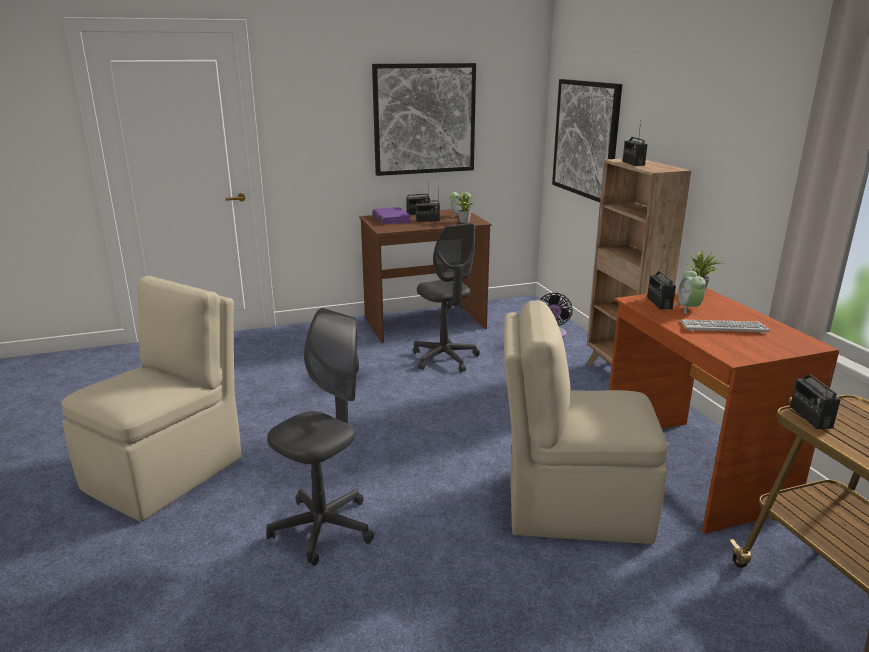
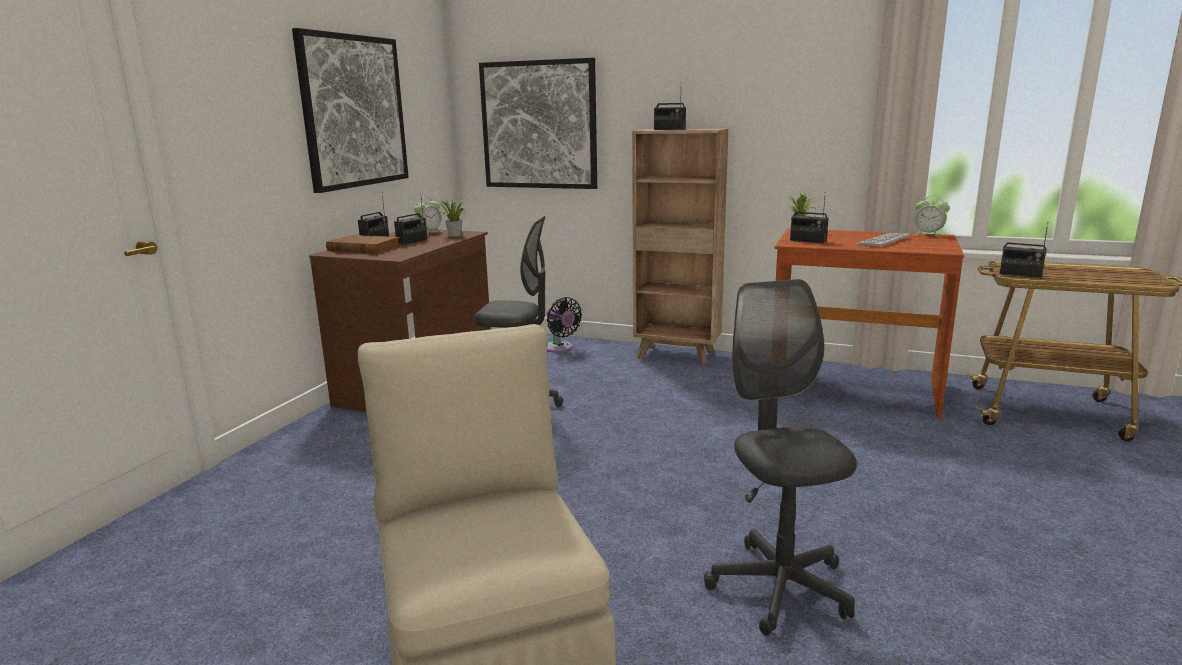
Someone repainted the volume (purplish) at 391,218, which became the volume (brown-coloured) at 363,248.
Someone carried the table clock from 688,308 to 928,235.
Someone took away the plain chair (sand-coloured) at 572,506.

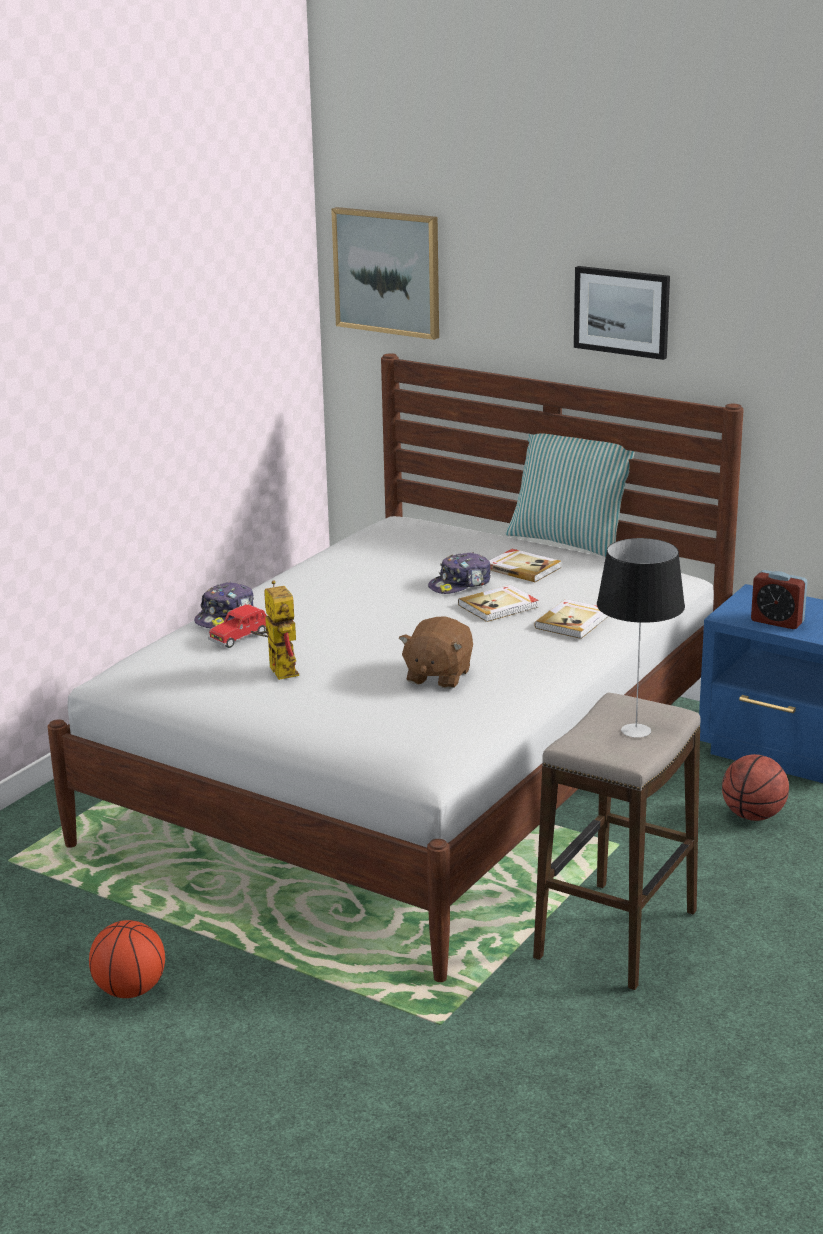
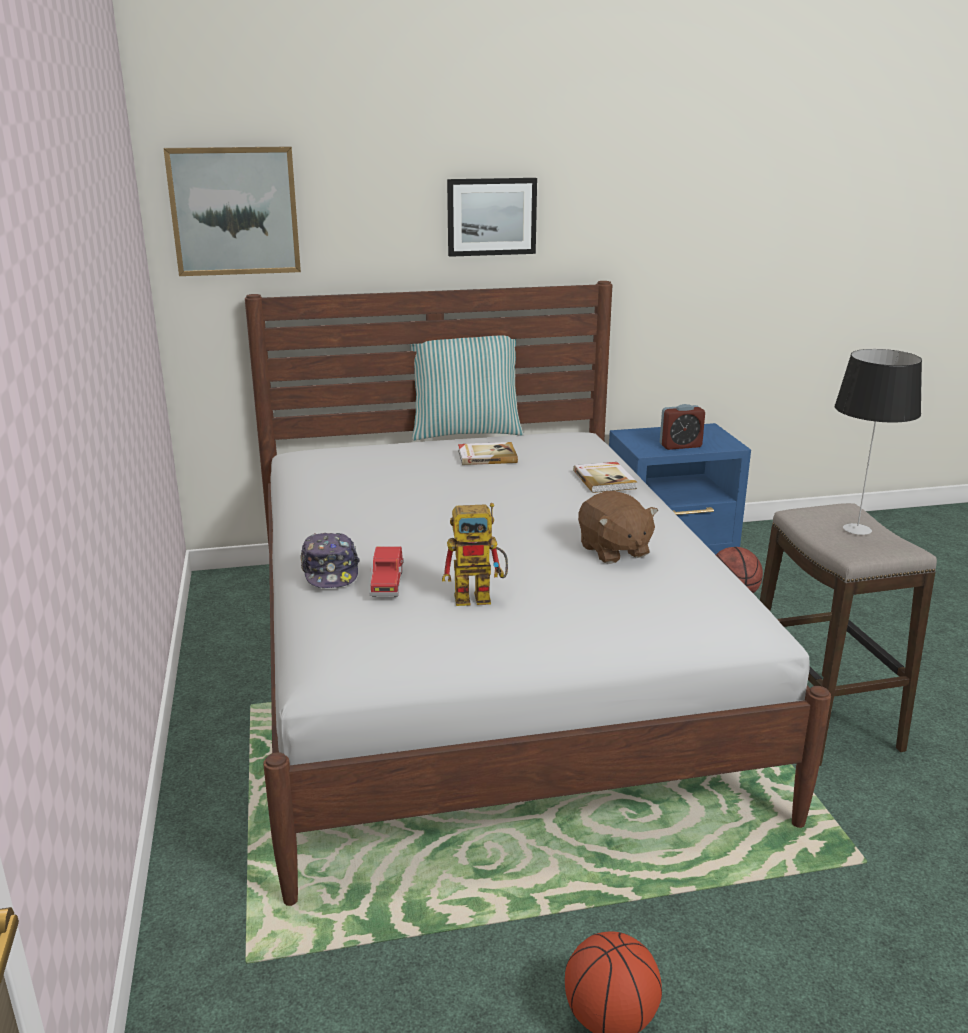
Someone took away the baseball cap at 460,584.
Someone rotated the toy robot at 278,669 by 150 degrees clockwise.
Someone took away the volume at 499,606.

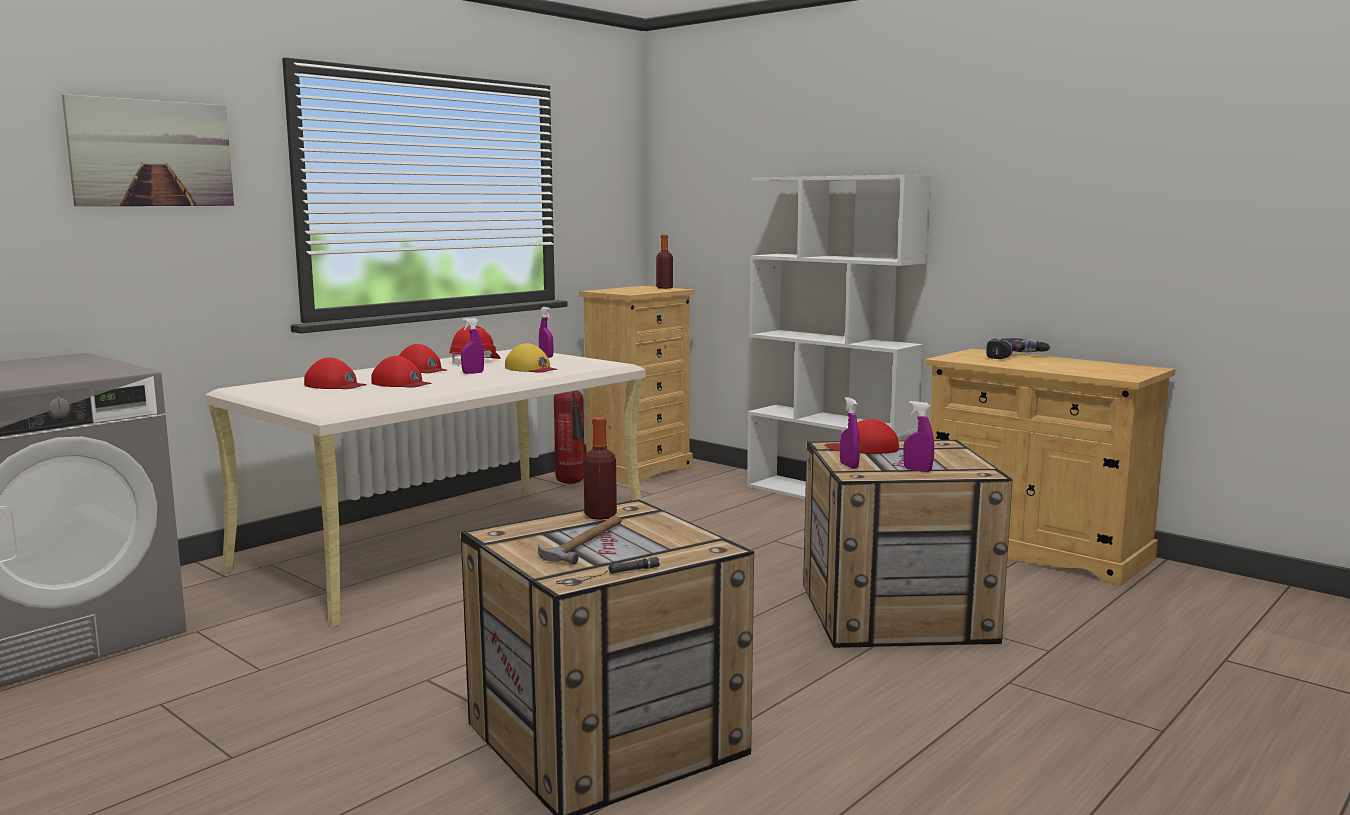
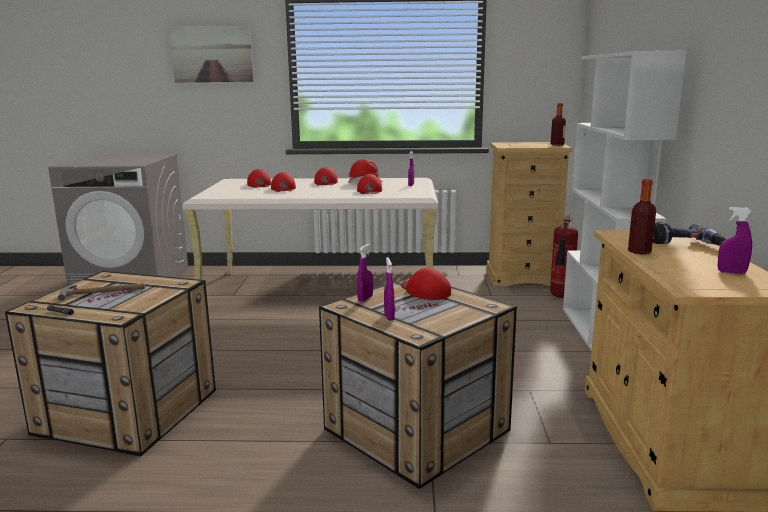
Someone carried the hand sprayer (purplish) from 473,373 to 731,272.
Someone repainted the baseball cap (yellow) at 531,369, which became the baseball cap (red) at 369,191.
Someone carried the extinguisher from 572,483 to 561,297.
Someone carried the beverage bottle from 600,515 to 639,251.

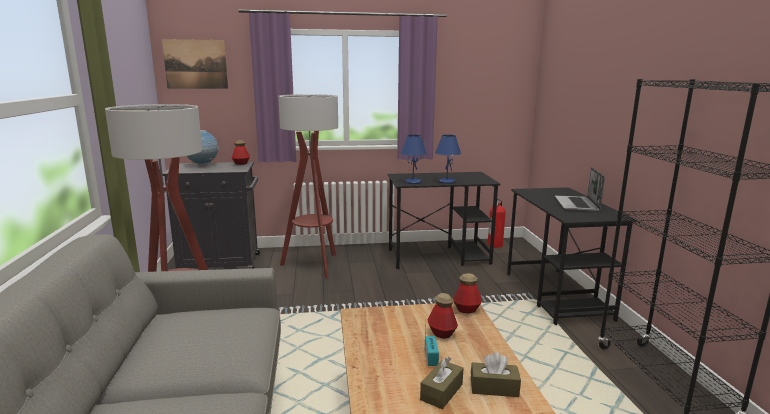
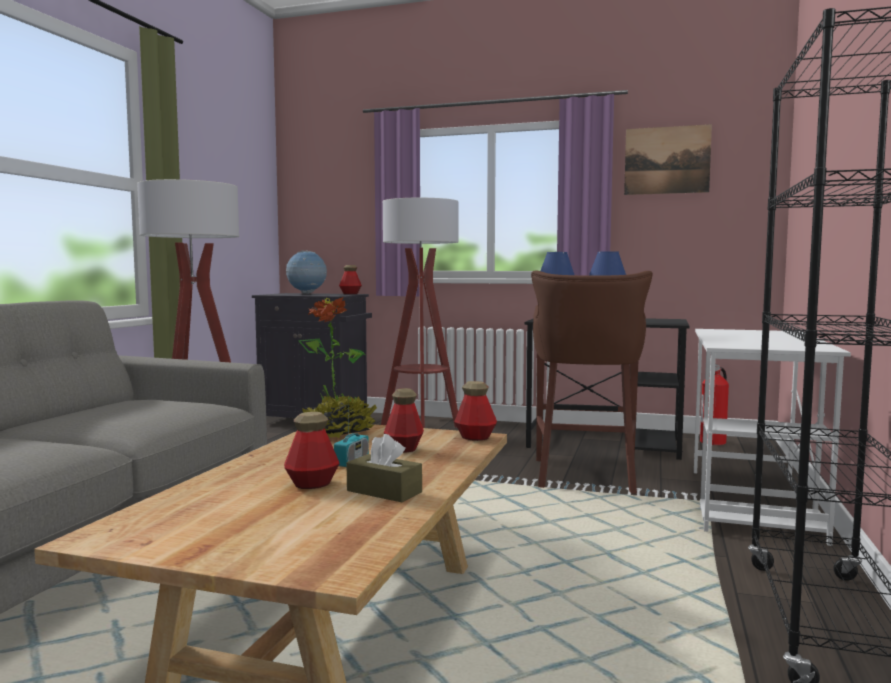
Someone carried the wall art from 195,64 to 667,160.
Someone took away the notebook computer at 577,205.
Someone repainted the desk (blackish) at 557,296, which became the desk (whitish) at 752,503.
Someone swapped the box of tissues (brown-coloured) at 441,392 for the beverage bottle at 312,484.
Someone put down the stool seat (brown-coloured) at 585,476.
Someone put down the plant in a pot at 339,433.

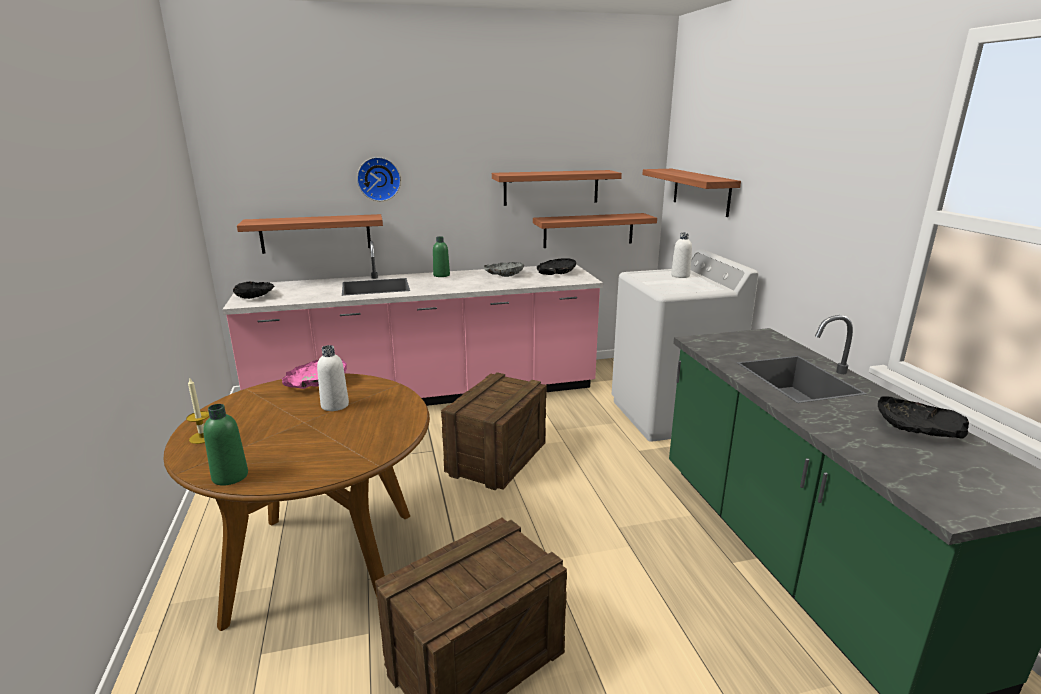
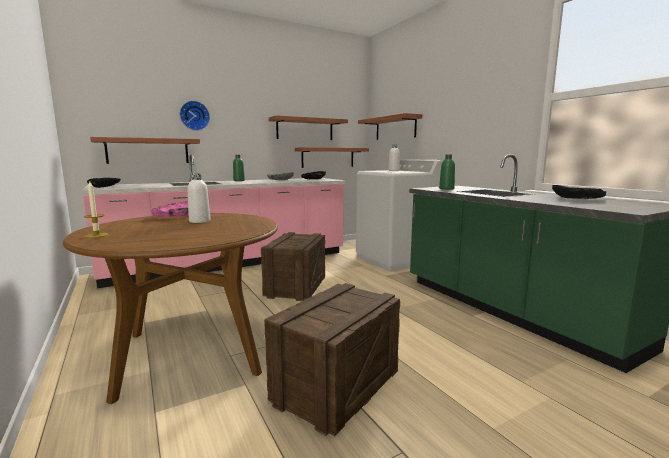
Someone carried the beverage bottle (green) from 230,476 to 446,189.

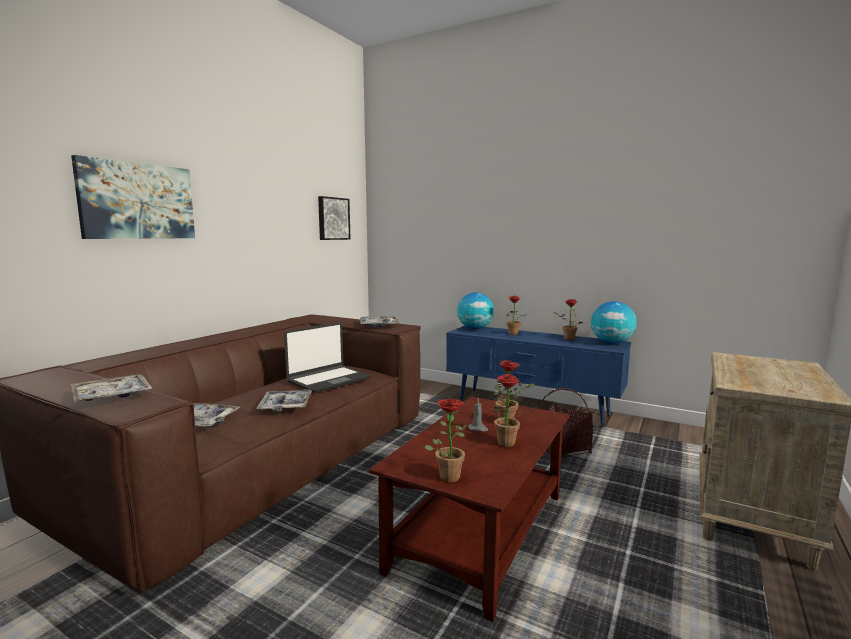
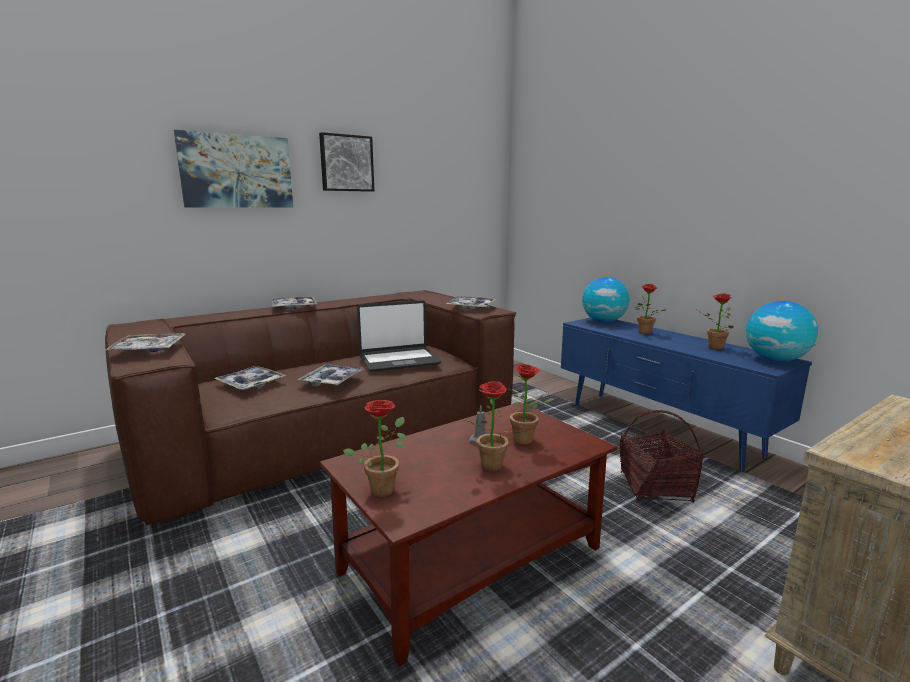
Someone carried the wall art from 333,218 to 346,163.
Someone put down the carrying tray at 294,307.

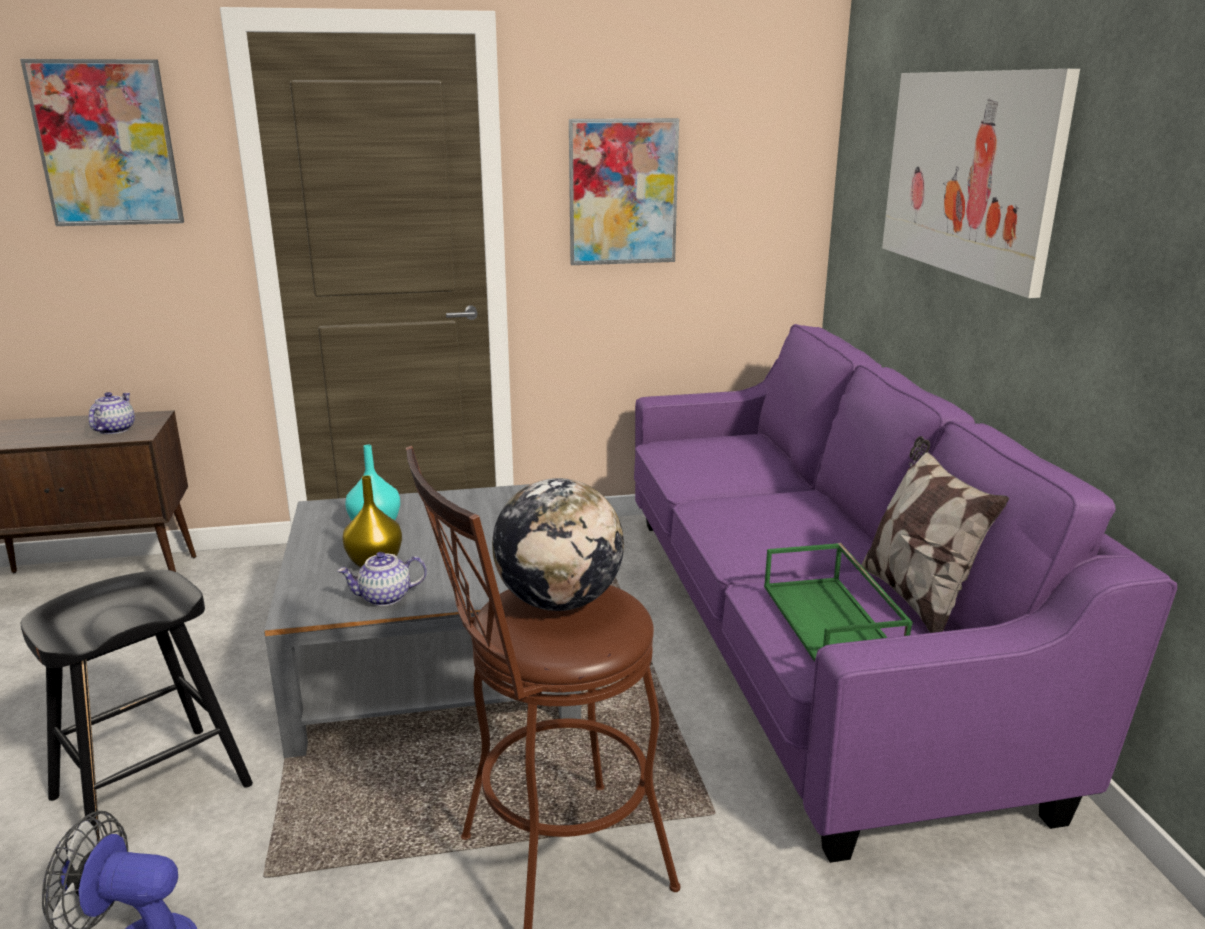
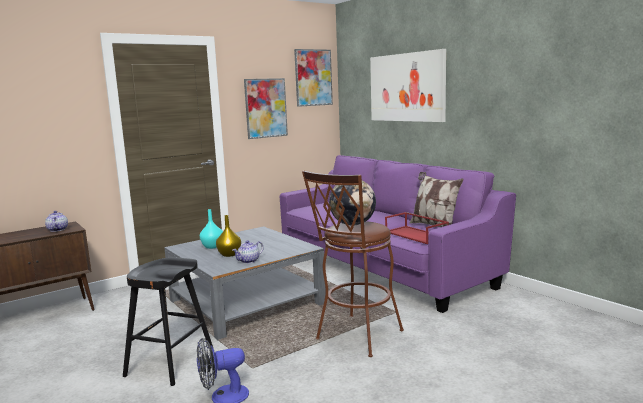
Someone carried the wall art from 107,144 to 313,77.
Someone repainted the carrying tray (green) at 832,623, which became the carrying tray (red) at 416,235.

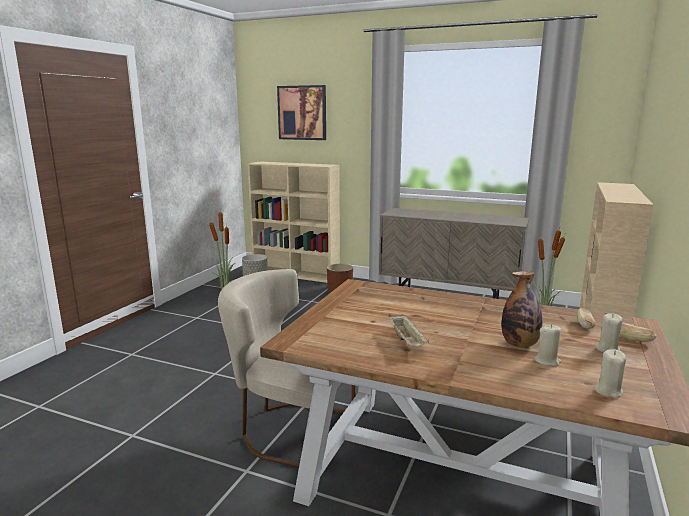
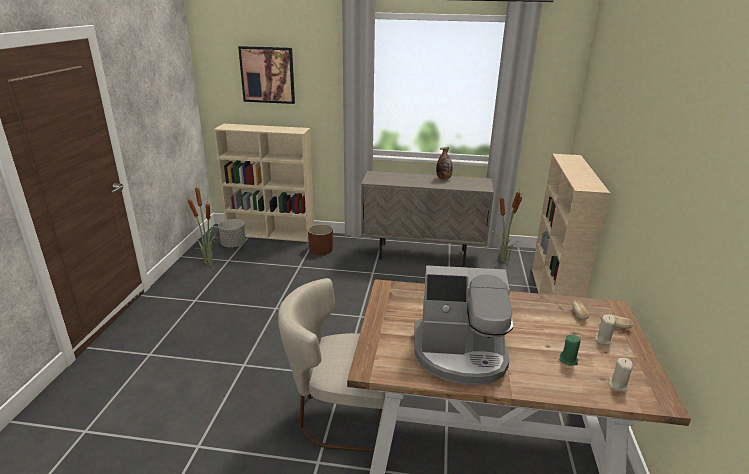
Someone carried the beverage bottle from 519,344 to 443,178.
Someone swapped the carrying tray (sand-coloured) at 407,341 for the coffee machine at 460,354.
Someone repainted the wax candle (sand-coloured) at 547,361, which became the wax candle (green) at 568,360.

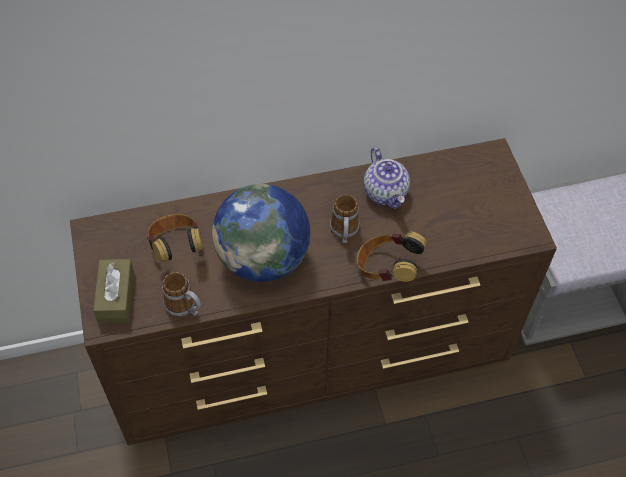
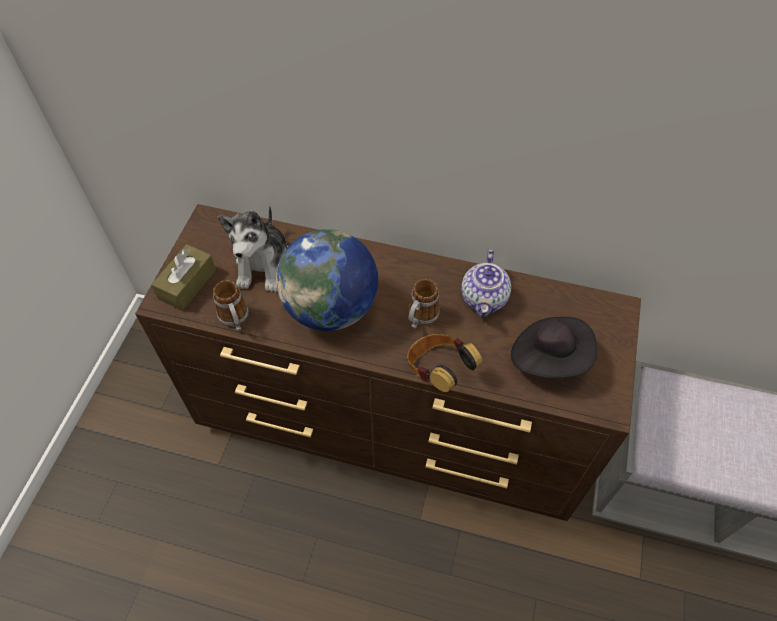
Someone swapped the headset at 176,247 for the soft toy at 264,264.
Someone put down the clothing hat (blackish) at 549,357.

